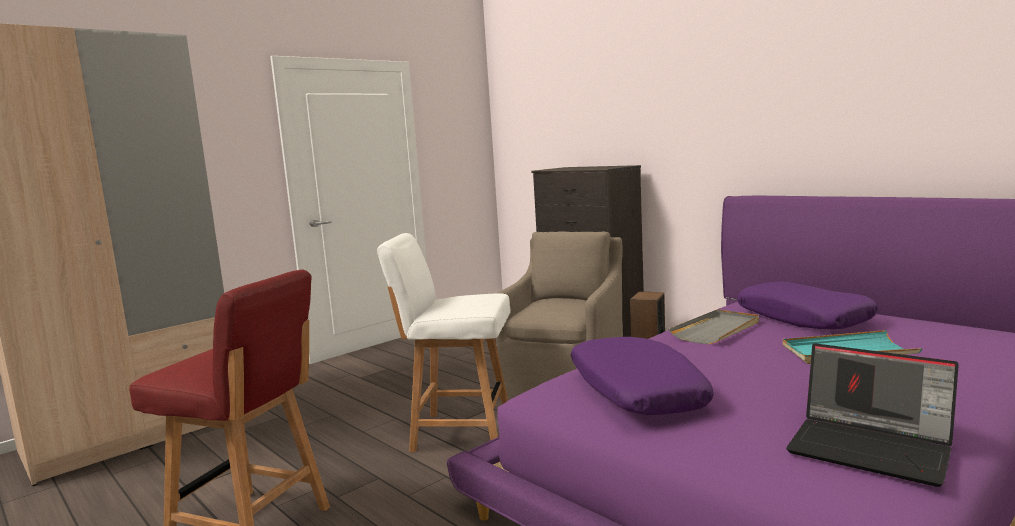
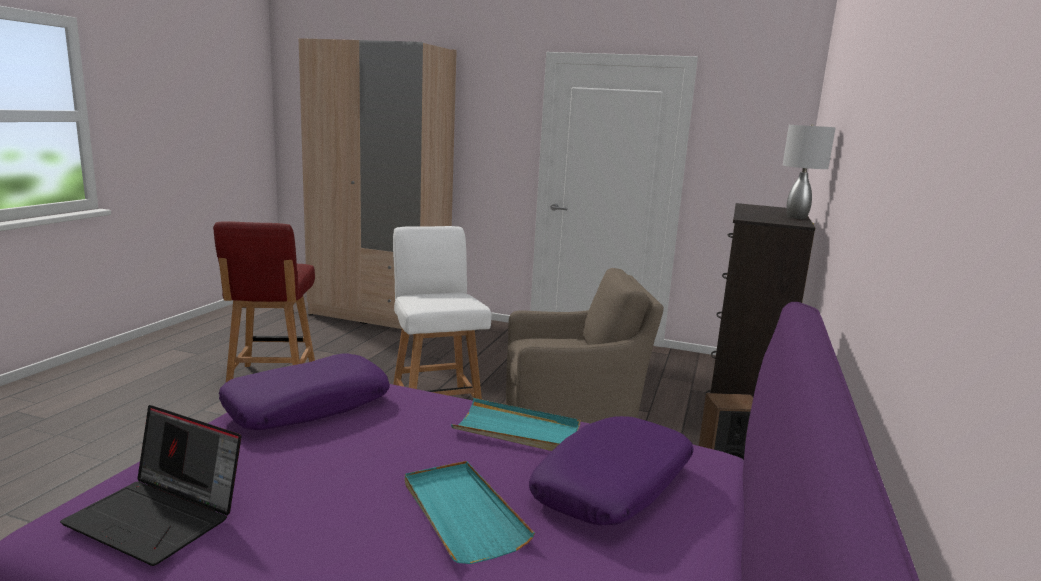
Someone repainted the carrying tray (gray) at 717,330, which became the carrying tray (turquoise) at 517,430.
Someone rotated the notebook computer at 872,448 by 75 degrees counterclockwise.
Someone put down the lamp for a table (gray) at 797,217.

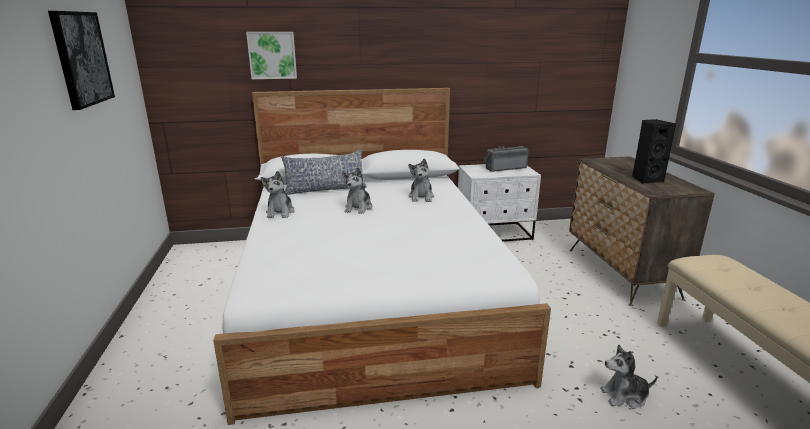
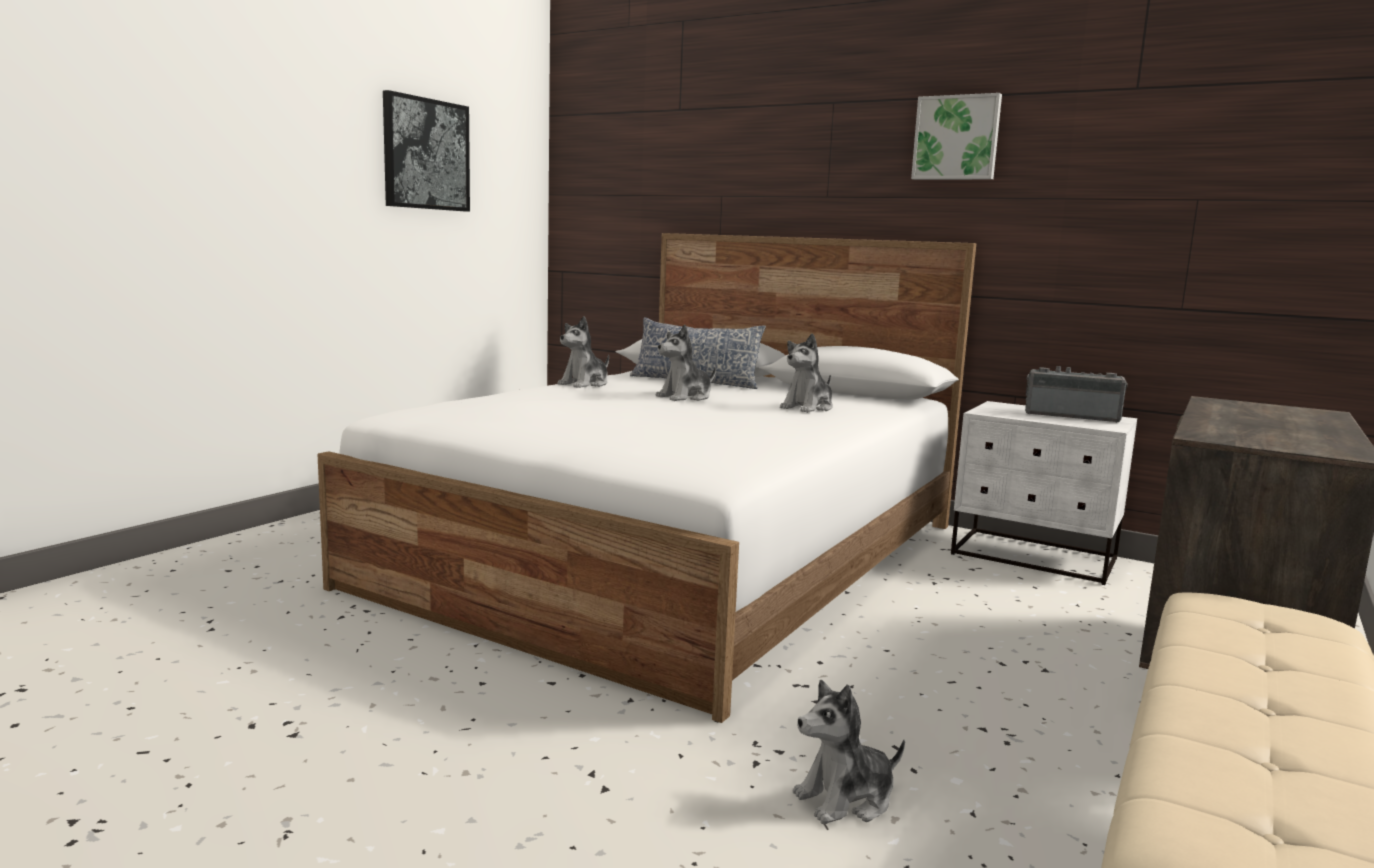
Someone carried the wall art from 272,55 to 956,138.
Someone took away the speaker (blackish) at 646,179.
Someone rotated the soft toy at 625,396 by 60 degrees counterclockwise.

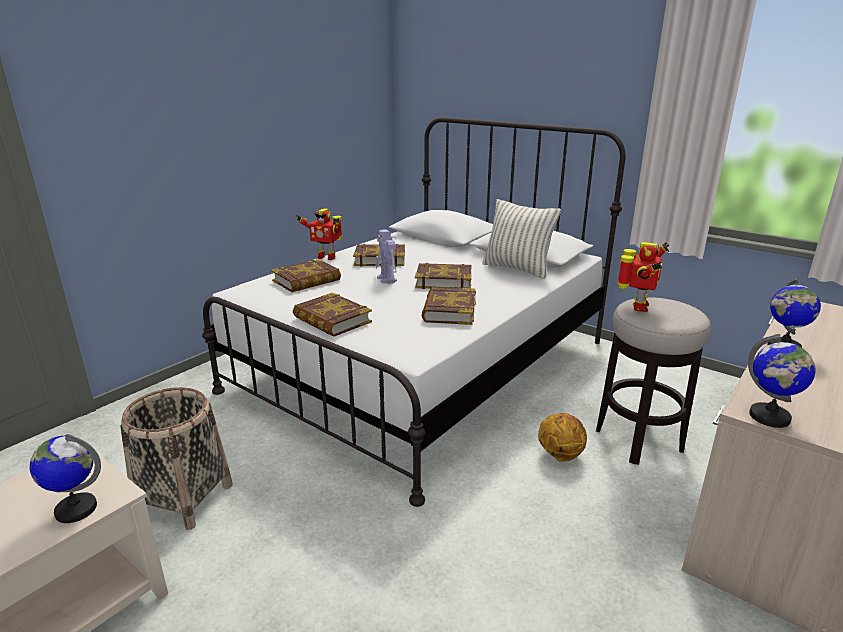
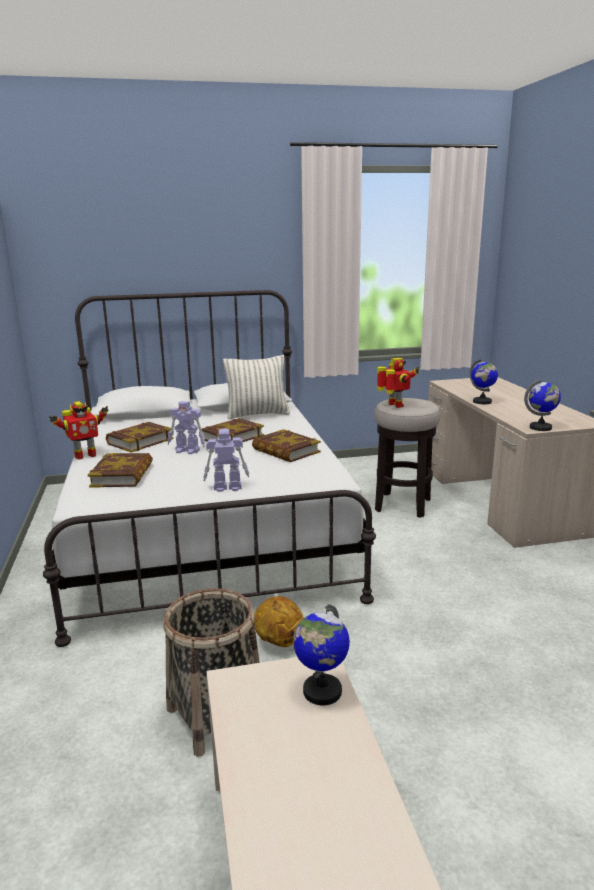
Someone swapped the volume at 332,320 for the toy robot at 227,487.
Someone carried the ball for basketball from 560,455 to 278,642.

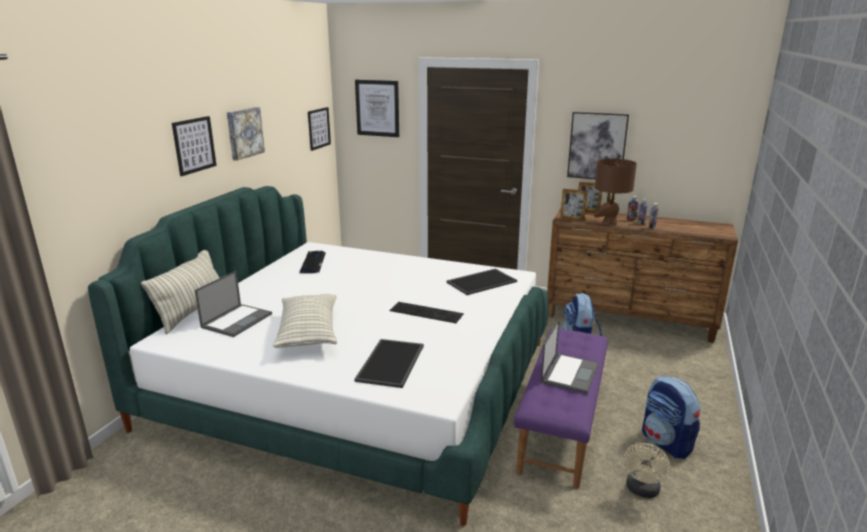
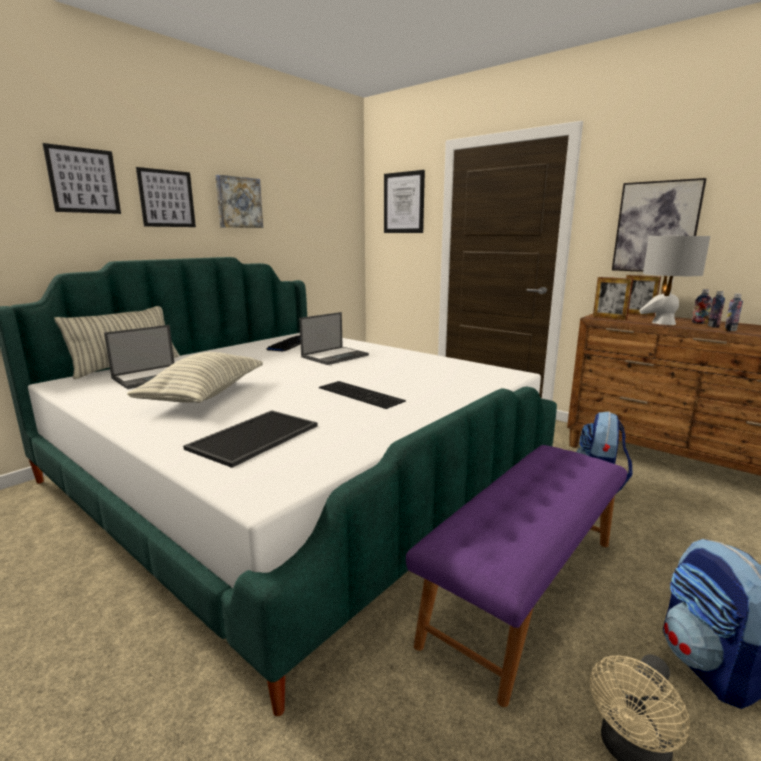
Someone carried the wall art from 319,128 to 83,180.
Someone repainted the lamp for a table (brown-coloured) at 609,222, which became the lamp for a table (gray) at 663,323.
Someone took away the carrying tray at 481,281.
Someone carried the notebook computer from 570,373 to 335,356.

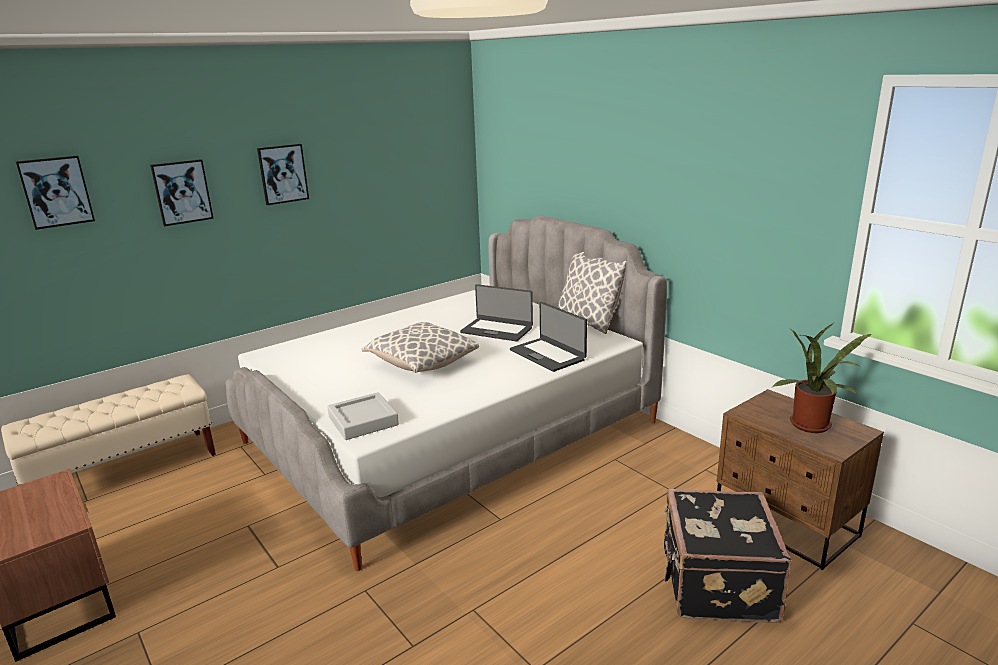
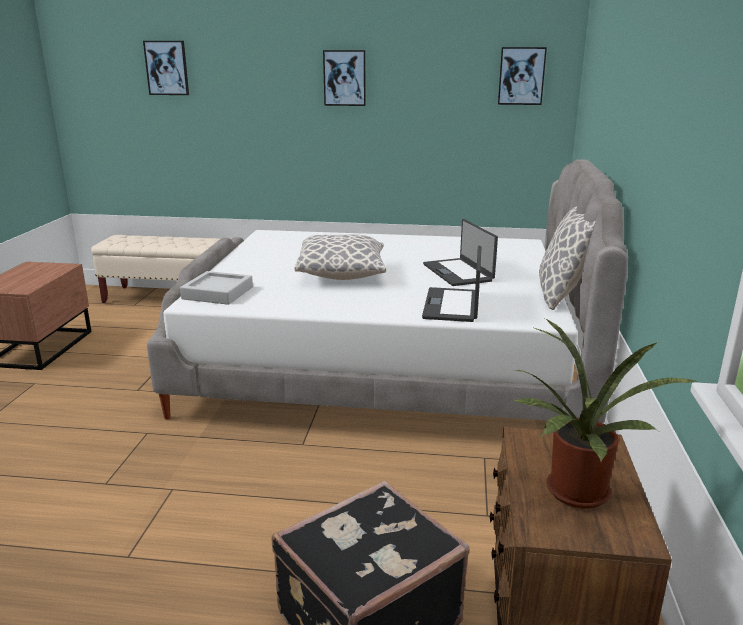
Someone carried the wall art from 182,192 to 521,76.

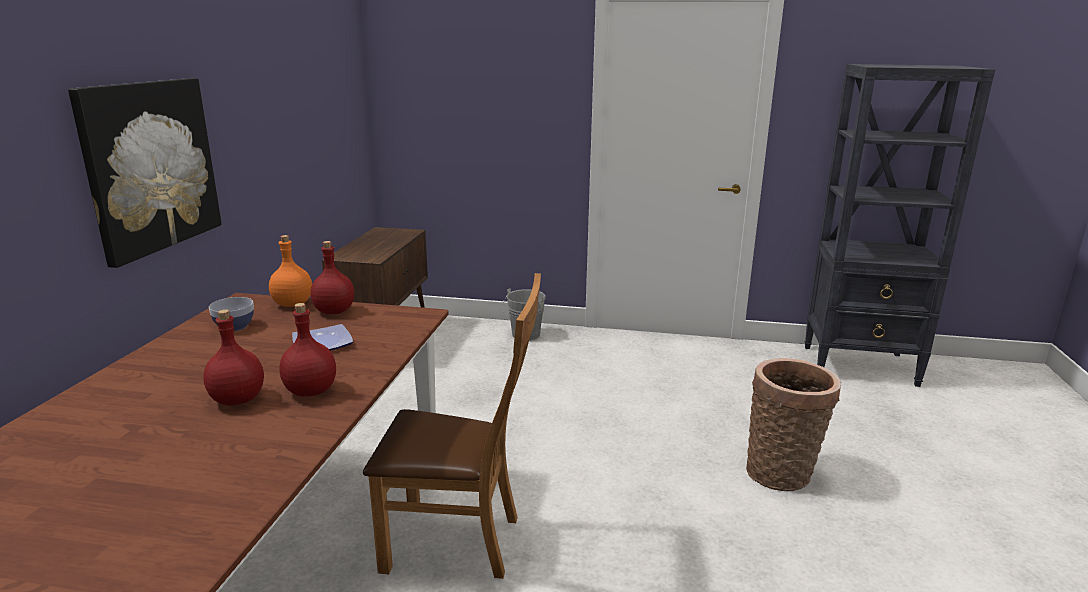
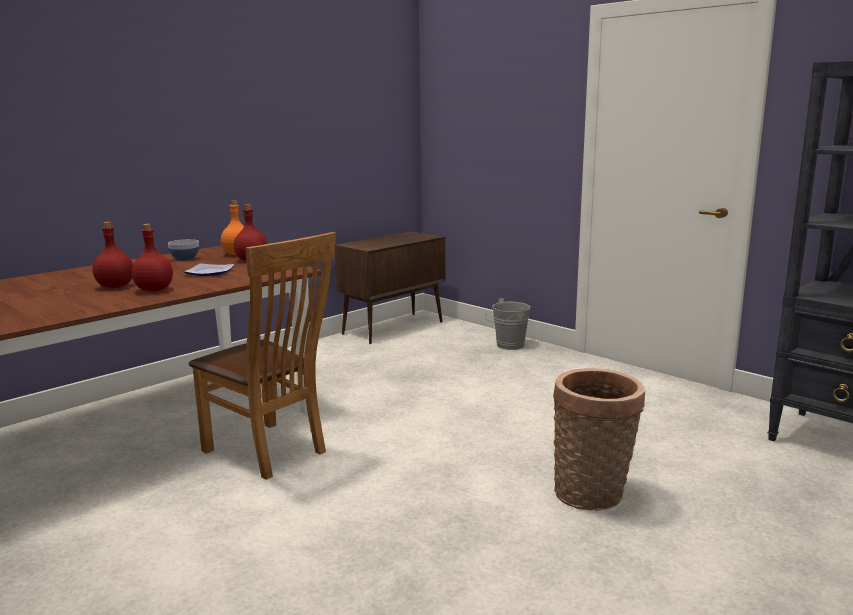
Someone took away the wall art at 150,166.

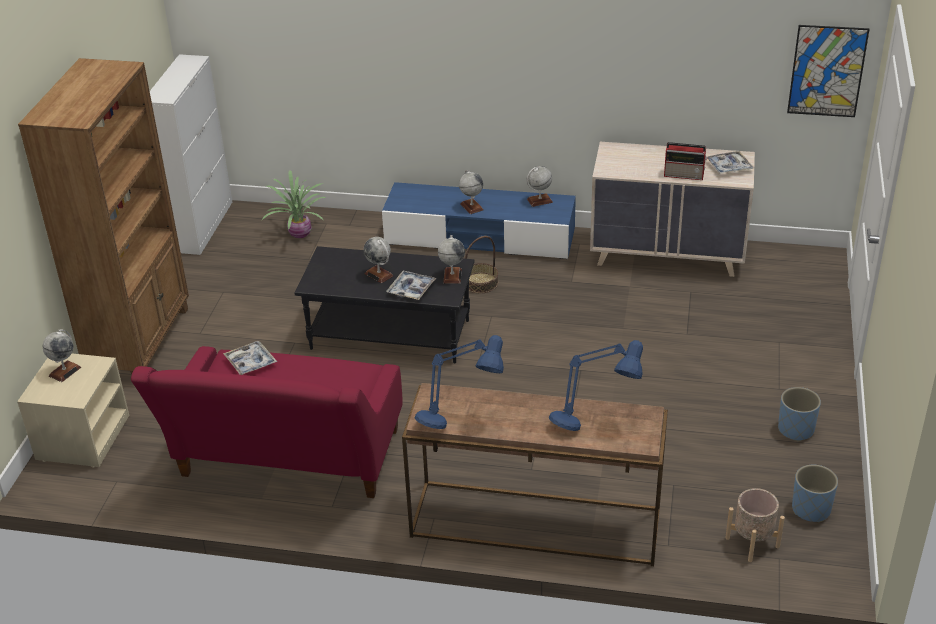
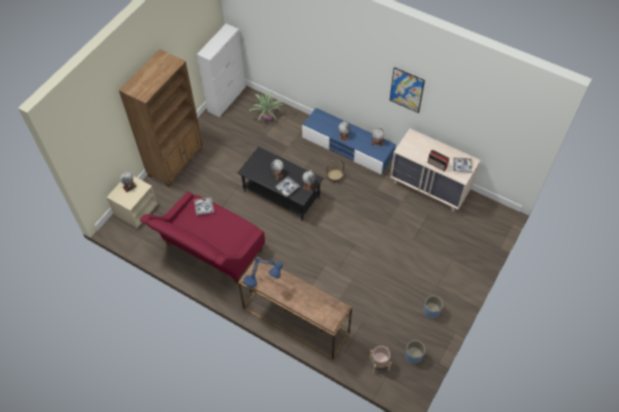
Someone carried the wall art from 827,71 to 406,90.
Someone took away the lamp for a table (blue) at 593,421.

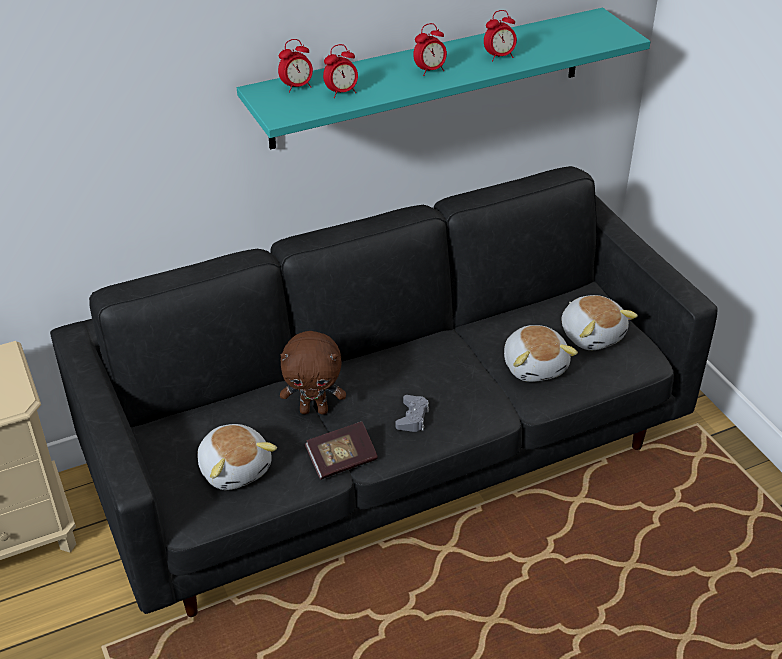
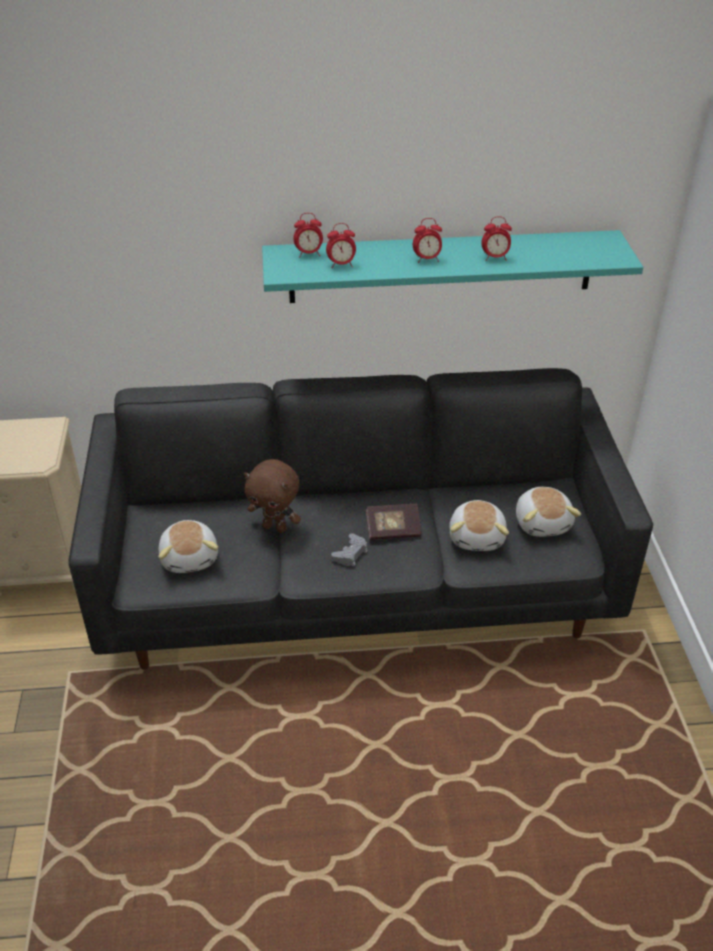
Someone carried the volume from 341,460 to 393,530.

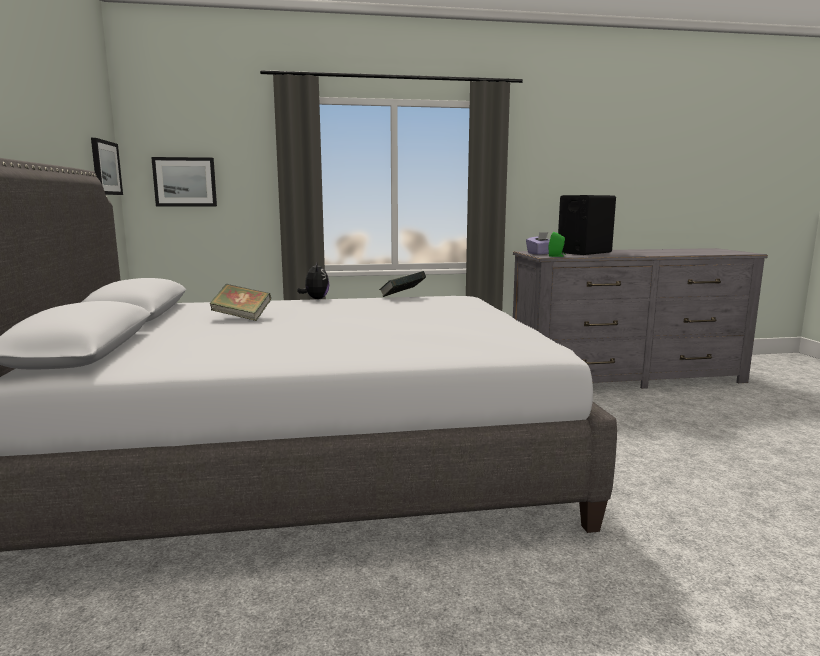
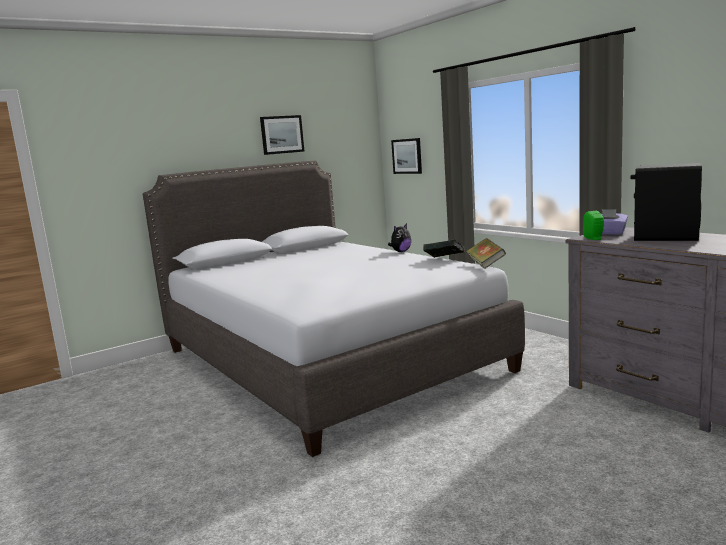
Someone carried the wall art from 105,168 to 282,134.
Someone carried the volume from 242,317 to 485,264.

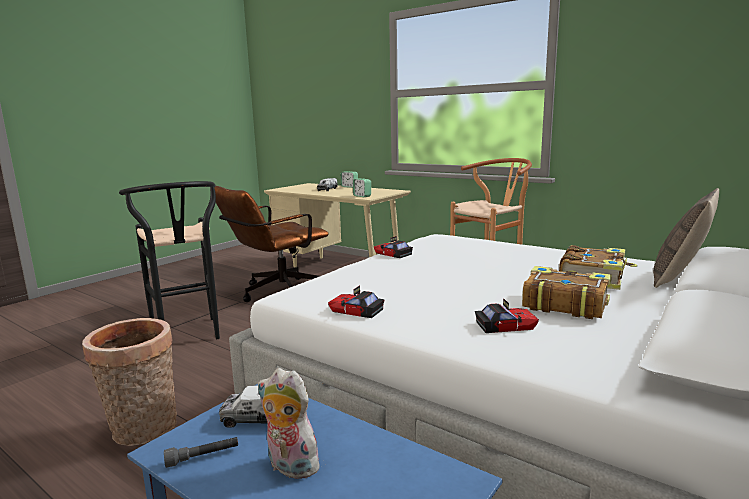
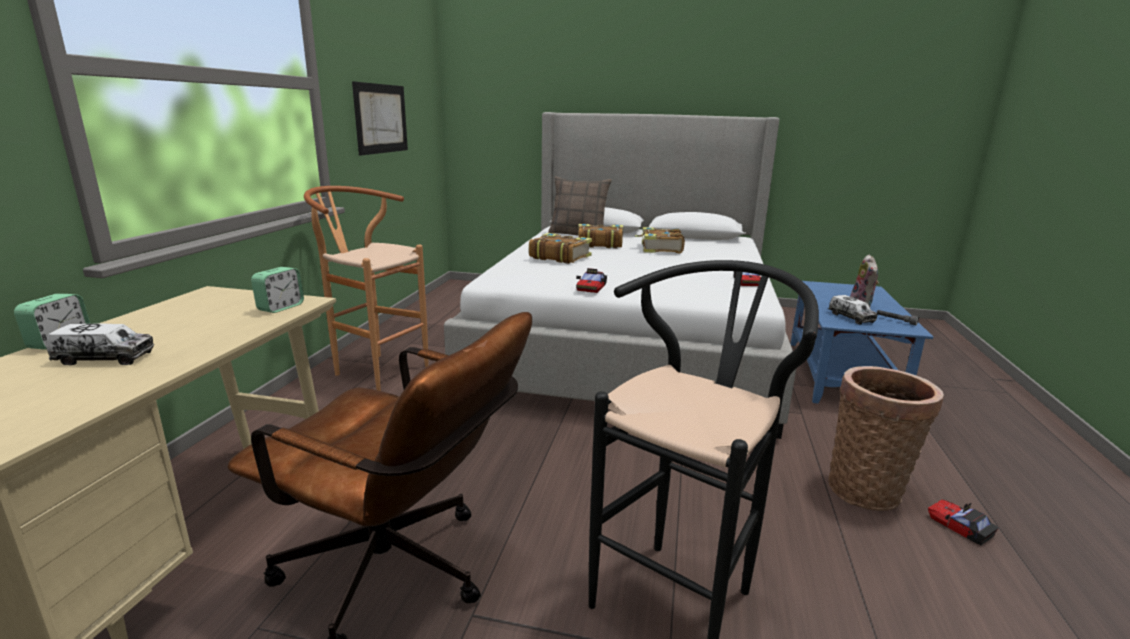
Someone carried the model car from 505,325 to 960,526.
Someone put up the wall art at 381,118.
Someone put down the volume at 559,257.

